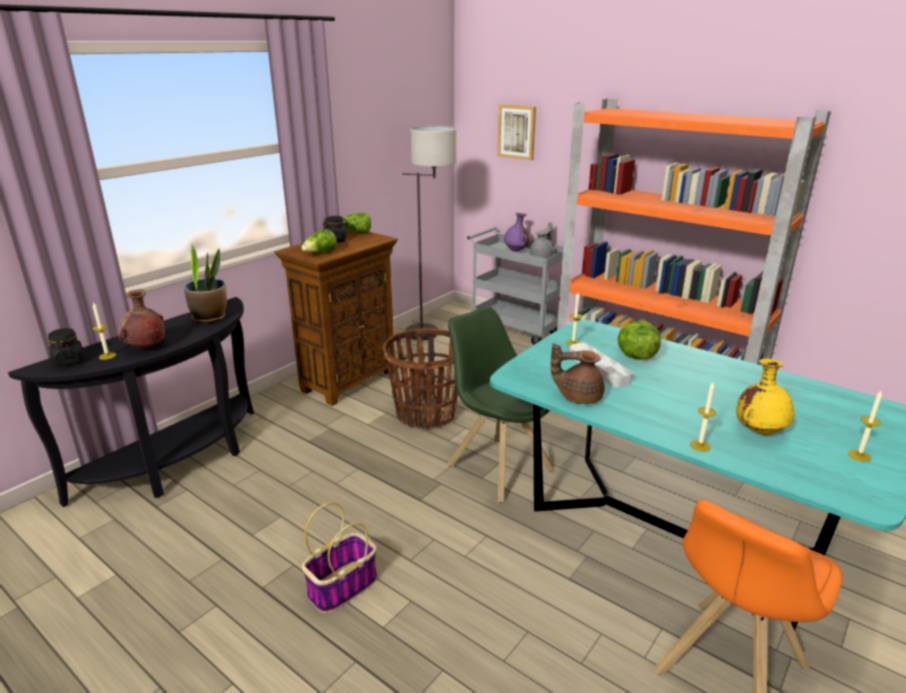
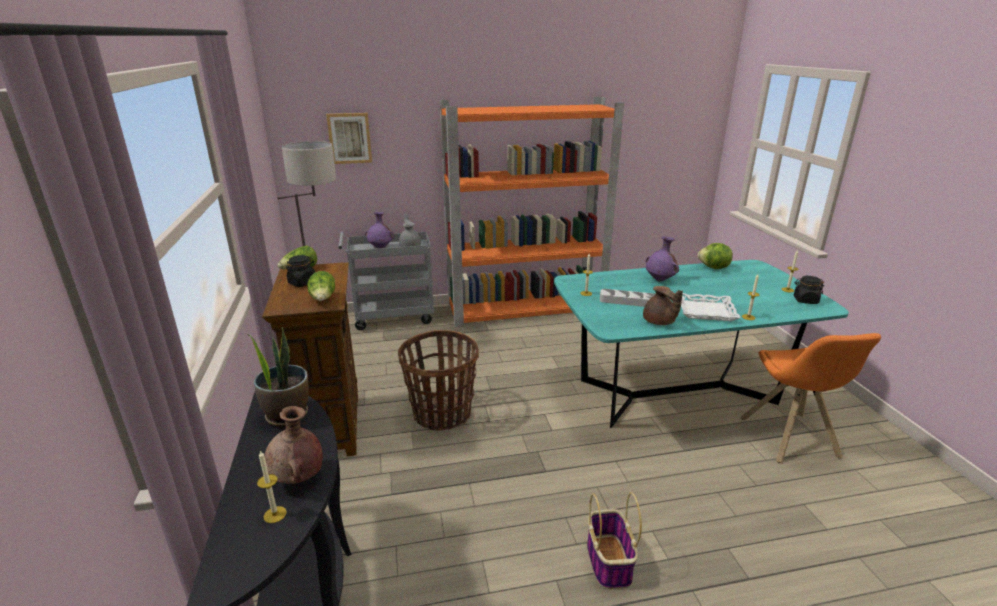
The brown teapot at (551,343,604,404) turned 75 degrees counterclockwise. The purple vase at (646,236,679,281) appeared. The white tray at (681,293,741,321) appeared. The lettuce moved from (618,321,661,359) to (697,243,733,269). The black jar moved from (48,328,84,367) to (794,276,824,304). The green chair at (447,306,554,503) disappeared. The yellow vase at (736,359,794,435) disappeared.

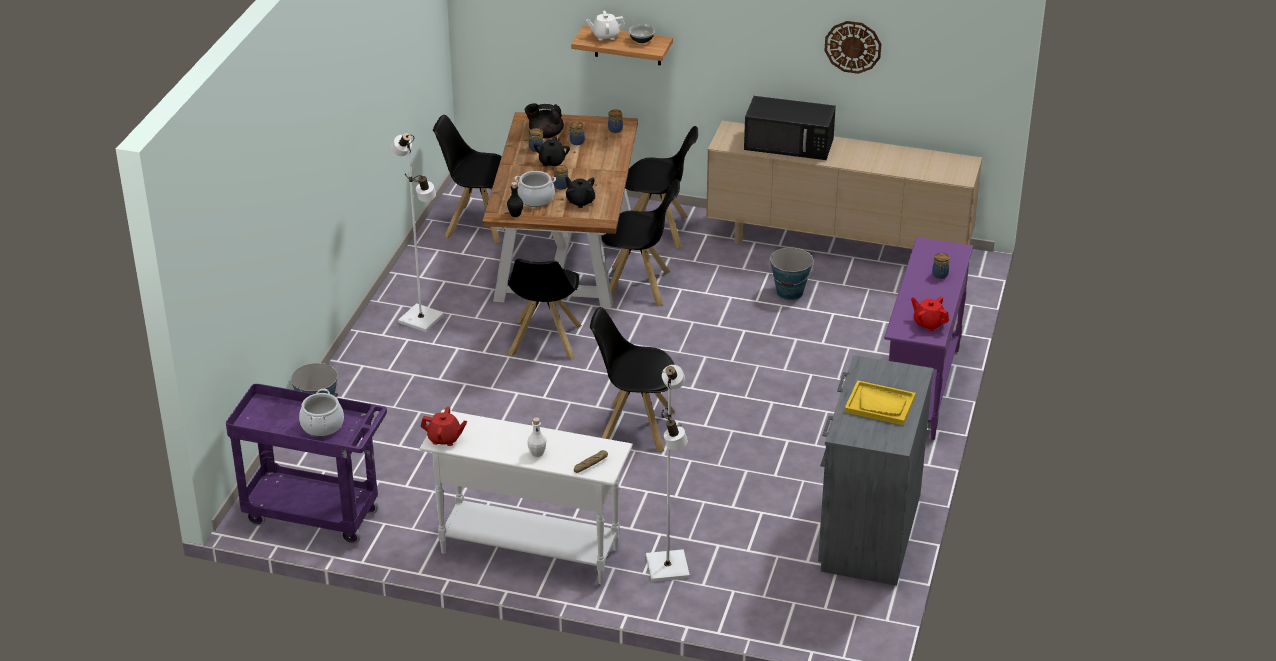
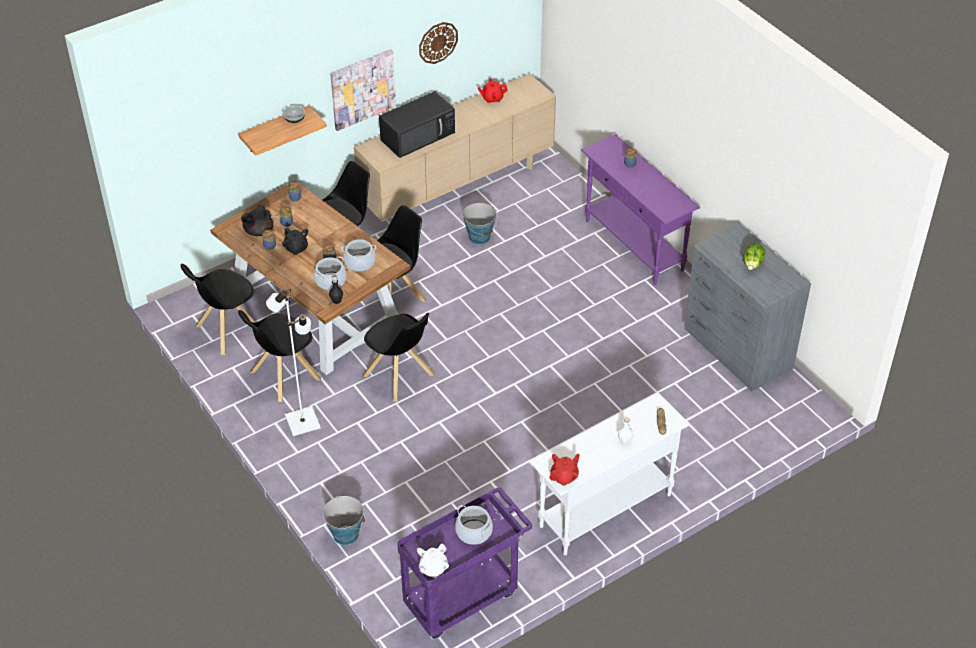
The black chair moved from (590,307,675,453) to (238,310,321,402). The picture at (330,49,396,131) appeared. The black teapot at (565,177,595,208) was replaced by the cooking pot at (341,239,376,272). The white teapot moved from (586,10,625,41) to (417,544,449,578). The red teapot moved from (911,297,949,331) to (478,78,508,103). The yellow tray at (845,380,916,425) was replaced by the lettuce at (743,243,765,270). The white floor lamp at (646,365,690,582) disappeared.

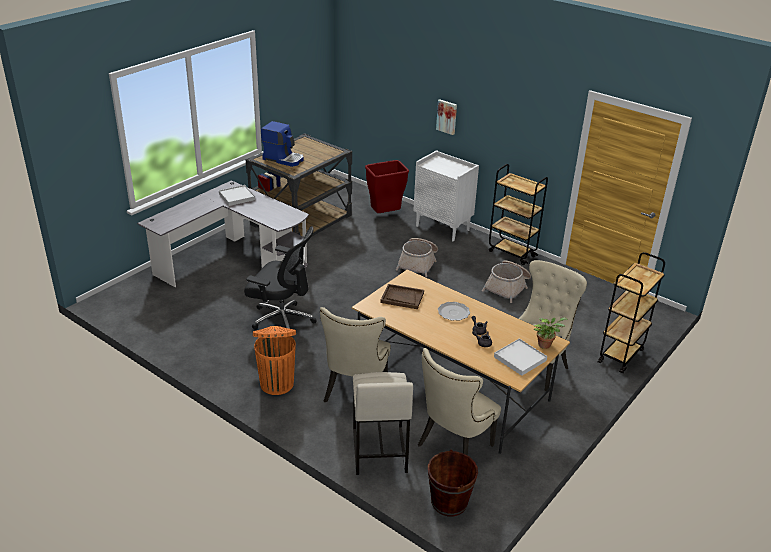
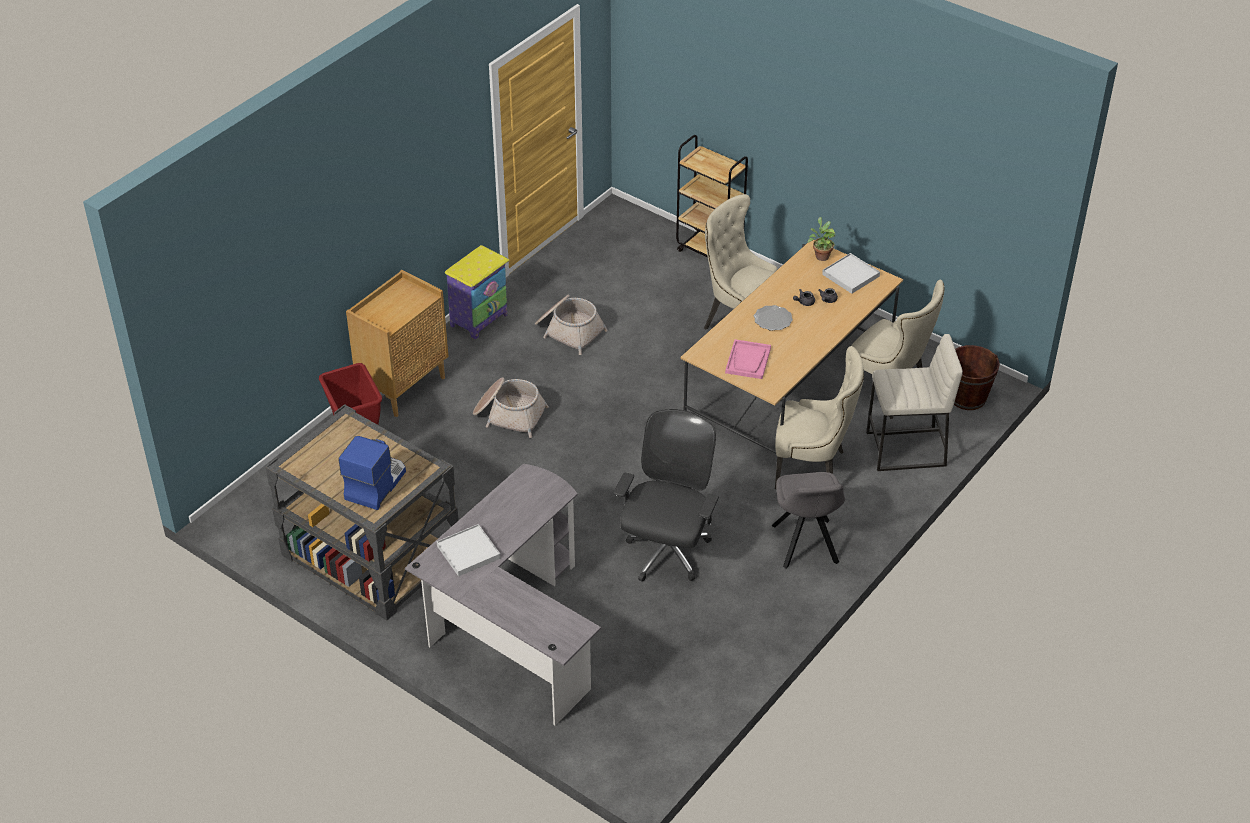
The white cabinet at (413,150,479,241) became the brown cabinet at (346,270,449,417). The brown cart at (489,164,548,265) was replaced by the nightstand at (445,245,509,339). The brown tray at (381,284,424,309) became the pink tray at (725,339,771,379). The orange trash can at (253,326,296,395) was replaced by the grey chair at (772,472,845,569). The picture at (436,99,457,135) disappeared.

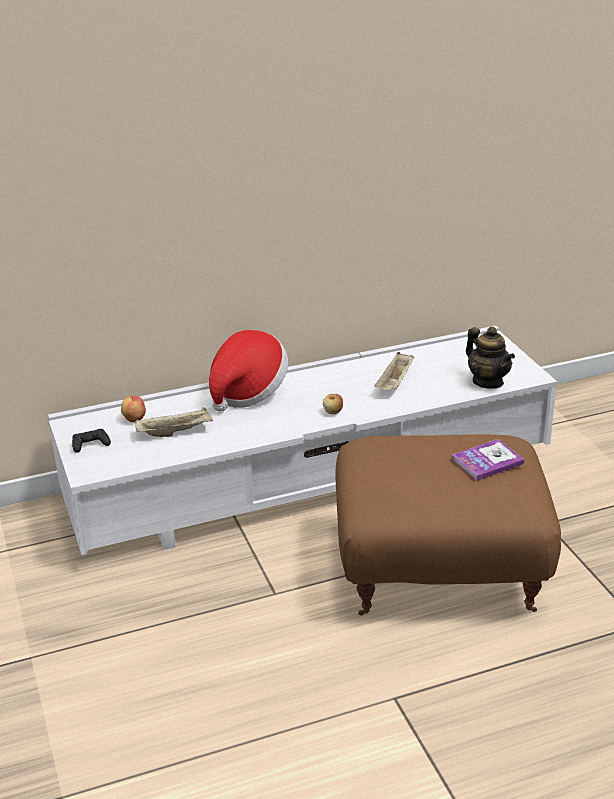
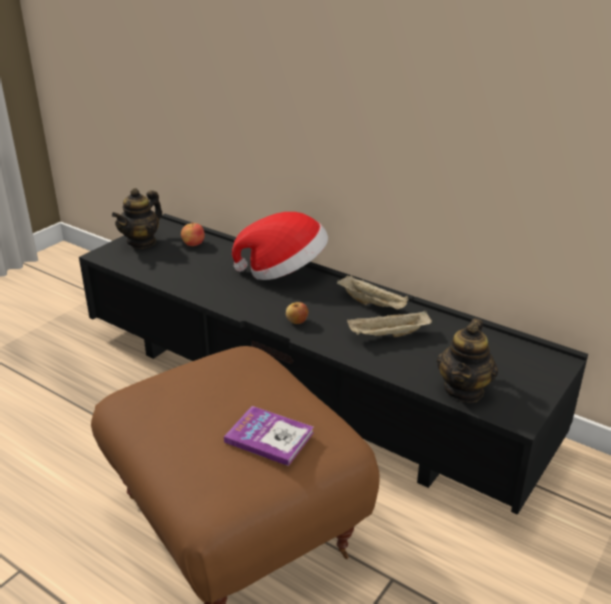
The white tv stand at (48,326,557,555) became the black tv stand at (79,214,588,515). The black game controller at (72,429,111,453) was replaced by the teapot at (112,188,162,249). The beige tray moved from (135,407,213,437) to (337,275,409,310).

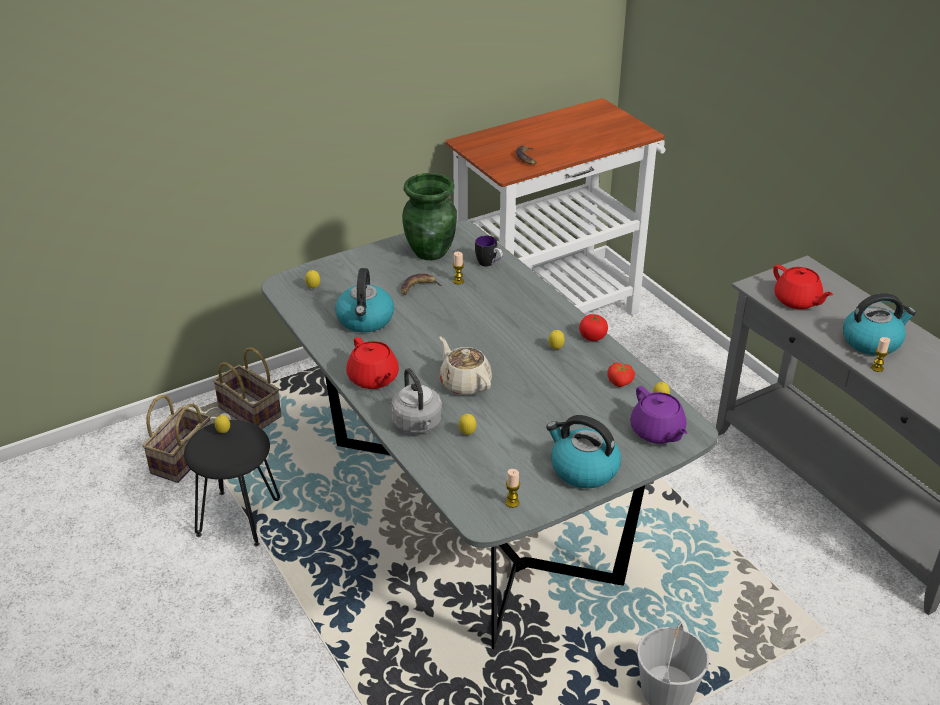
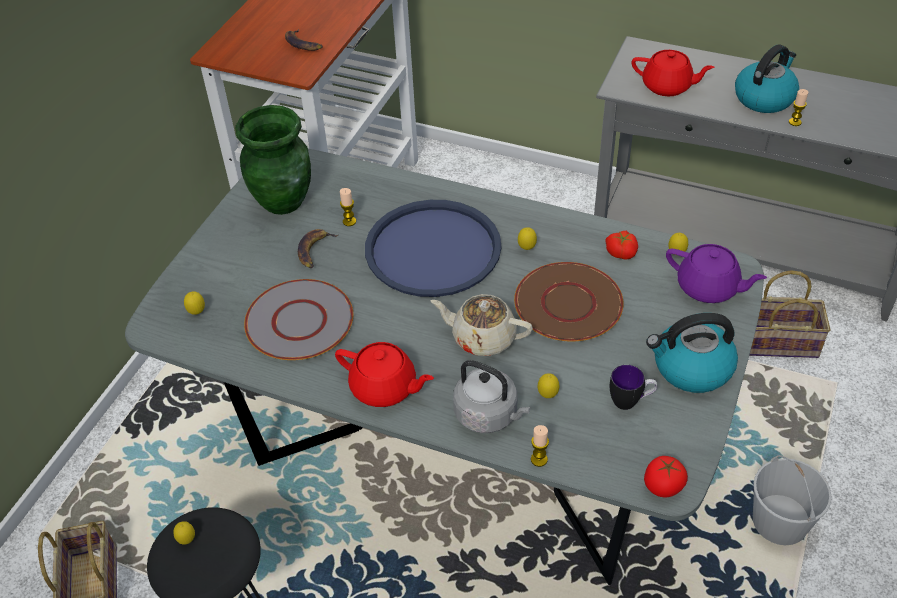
The kettle at (335,268,394,333) was replaced by the grey plate at (244,279,353,360). The blue tray at (365,200,501,297) appeared. The brown plate at (514,262,624,342) appeared. The candle moved from (505,469,520,508) to (531,425,549,467). The mug moved from (475,235,503,267) to (610,365,658,410). The tomato moved from (579,314,608,341) to (644,456,688,497). The basket moved from (213,347,282,429) to (749,270,830,358).

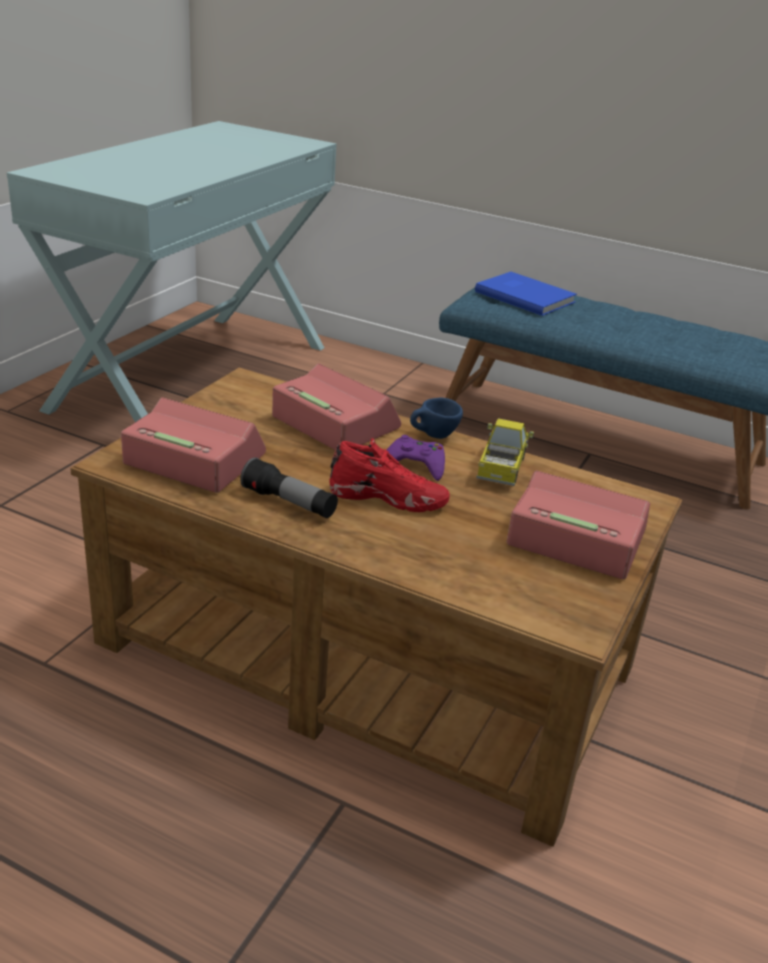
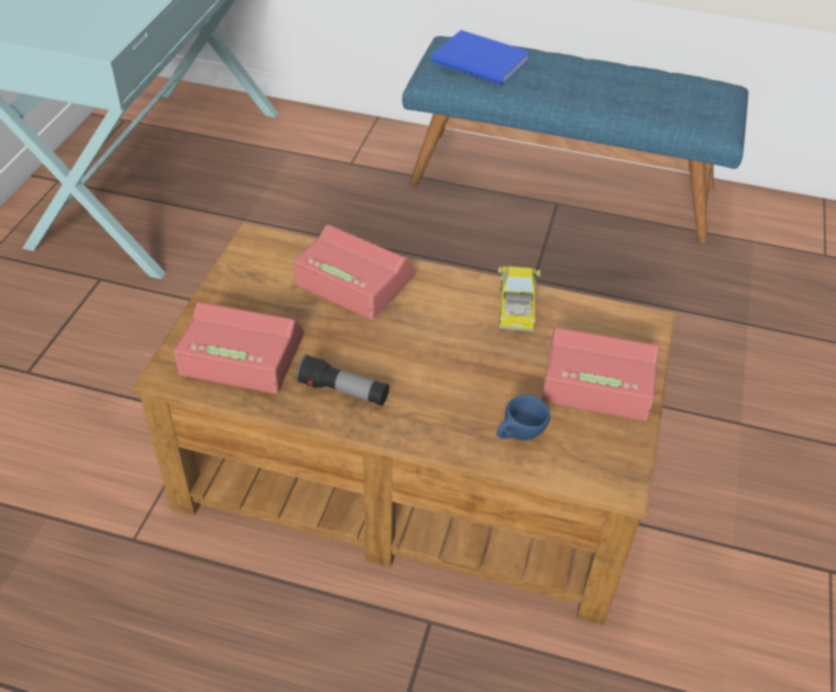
The blue cup moved from (410,398,463,439) to (497,395,550,440). The red shoe at (329,438,450,512) disappeared. The purple game controller at (387,435,445,481) disappeared.

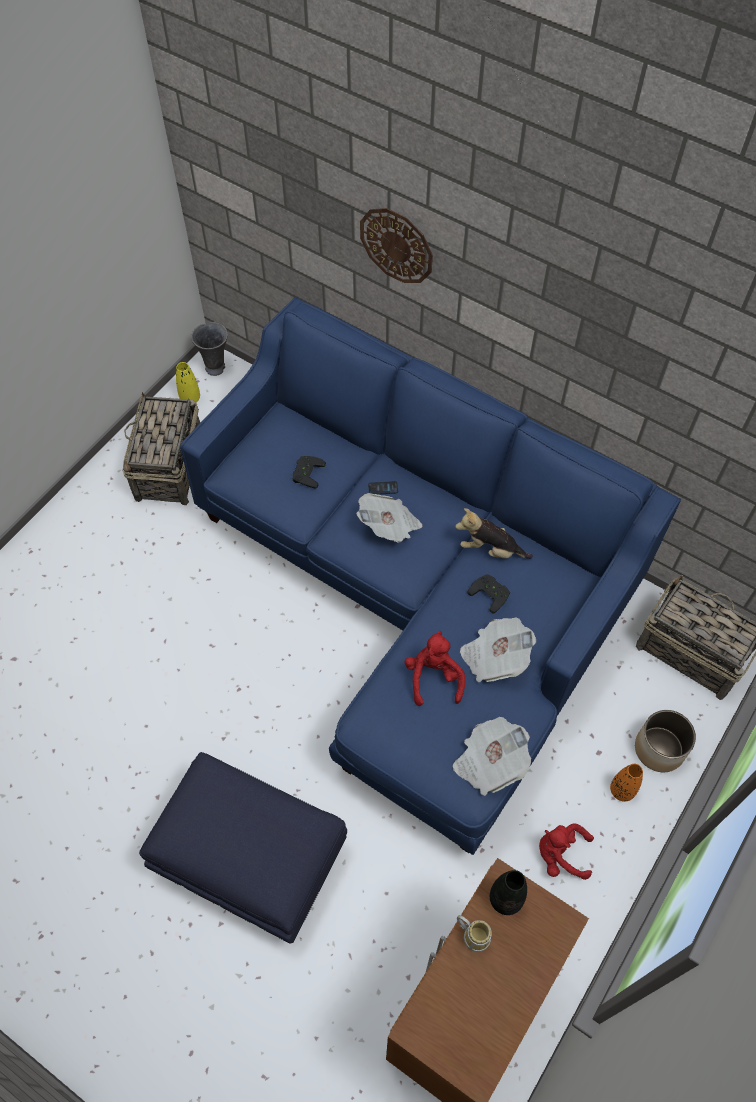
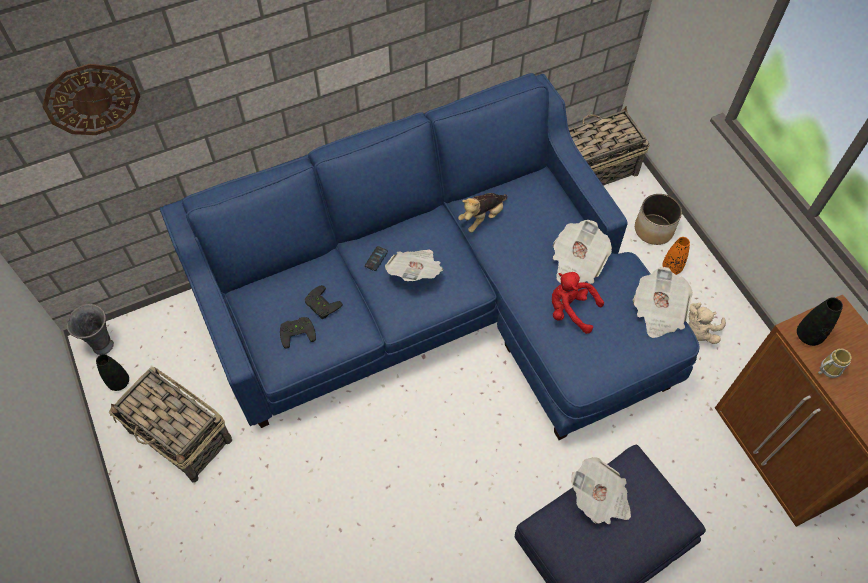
The wall clock moved from (360,208,433,283) to (43,64,140,135). The yellow vase at (176,362,200,402) became the black vase at (96,354,129,391). The black game controller moved from (468,574,510,614) to (280,317,316,349). The newspaper at (571,457,631,524) appeared. The red plush toy at (539,823,594,880) became the beige plush toy at (688,303,726,344).

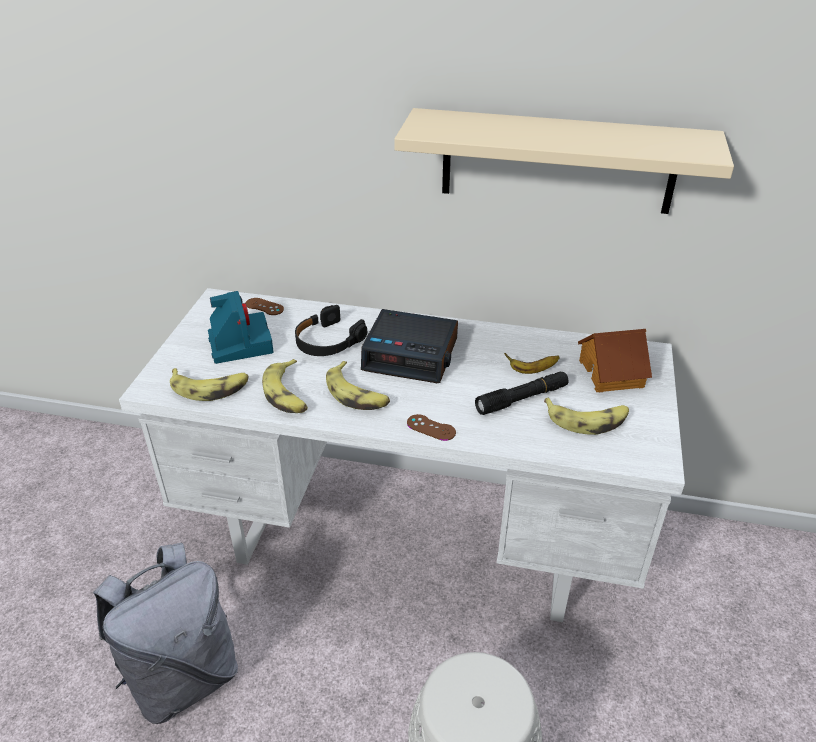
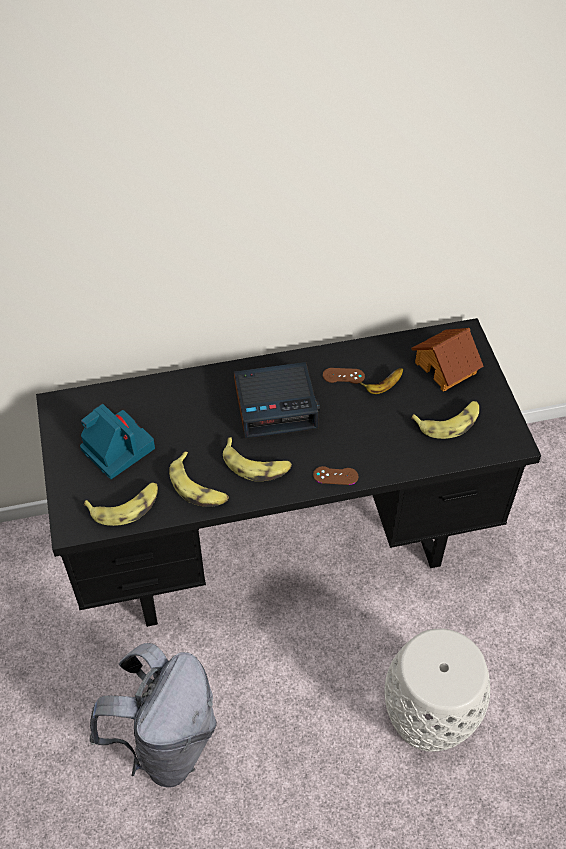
The white desk at (119,288,685,622) became the black desk at (36,318,541,627). The brown game controller moved from (246,298,284,315) to (323,368,365,384). The black headphones at (295,305,367,356) disappeared. The beige shelf at (394,108,734,214) disappeared. The black flashlight at (475,372,569,415) disappeared.

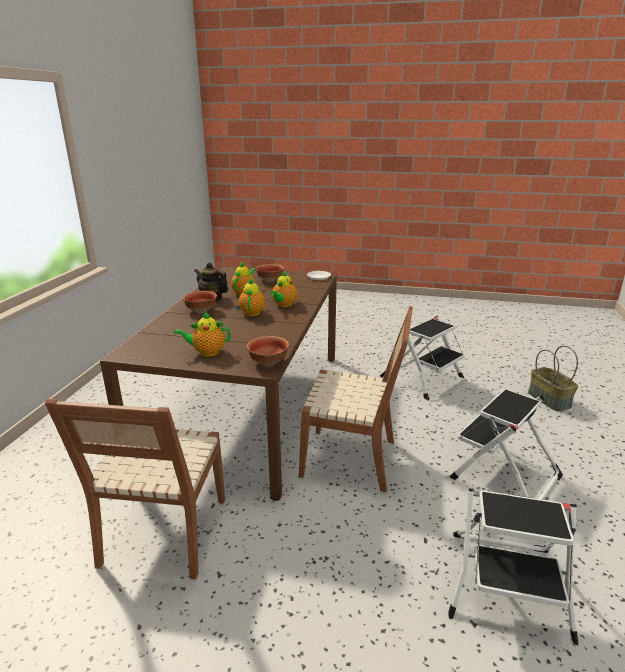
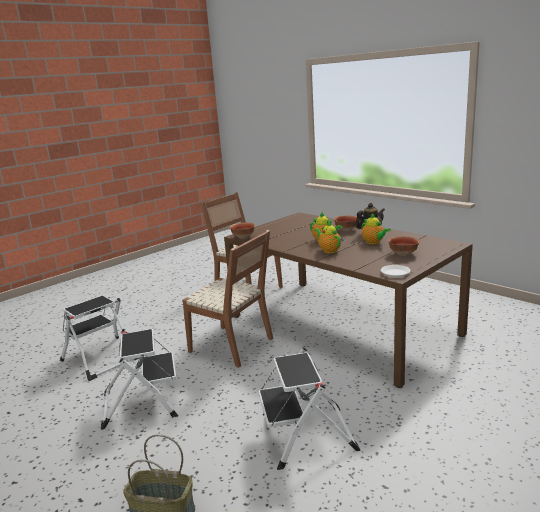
The chair at (299,306,413,492) turned 105 degrees counterclockwise. The teapot at (174,312,231,357) disappeared.

